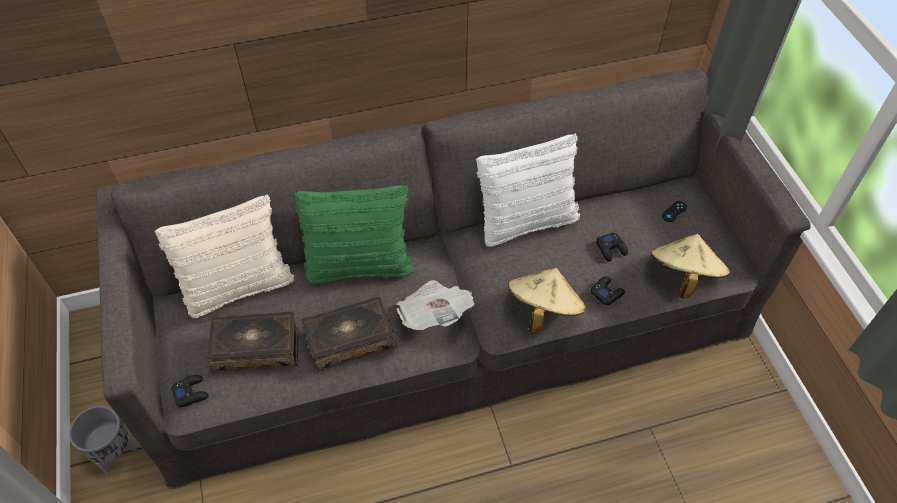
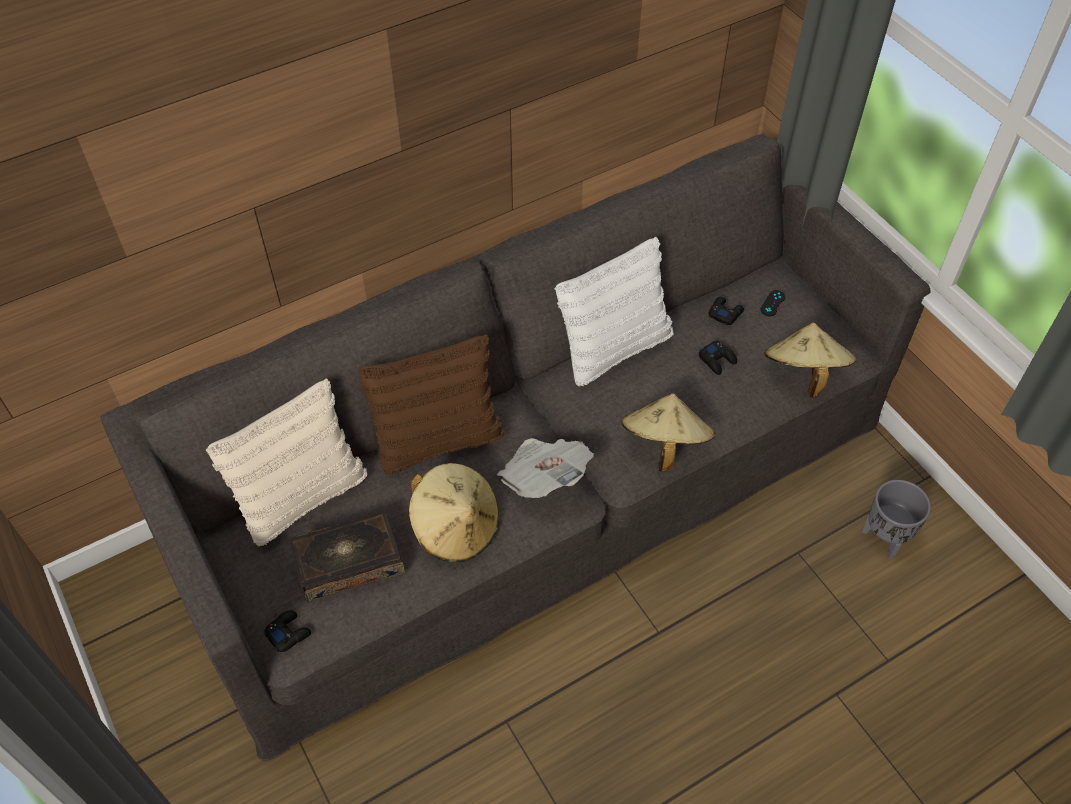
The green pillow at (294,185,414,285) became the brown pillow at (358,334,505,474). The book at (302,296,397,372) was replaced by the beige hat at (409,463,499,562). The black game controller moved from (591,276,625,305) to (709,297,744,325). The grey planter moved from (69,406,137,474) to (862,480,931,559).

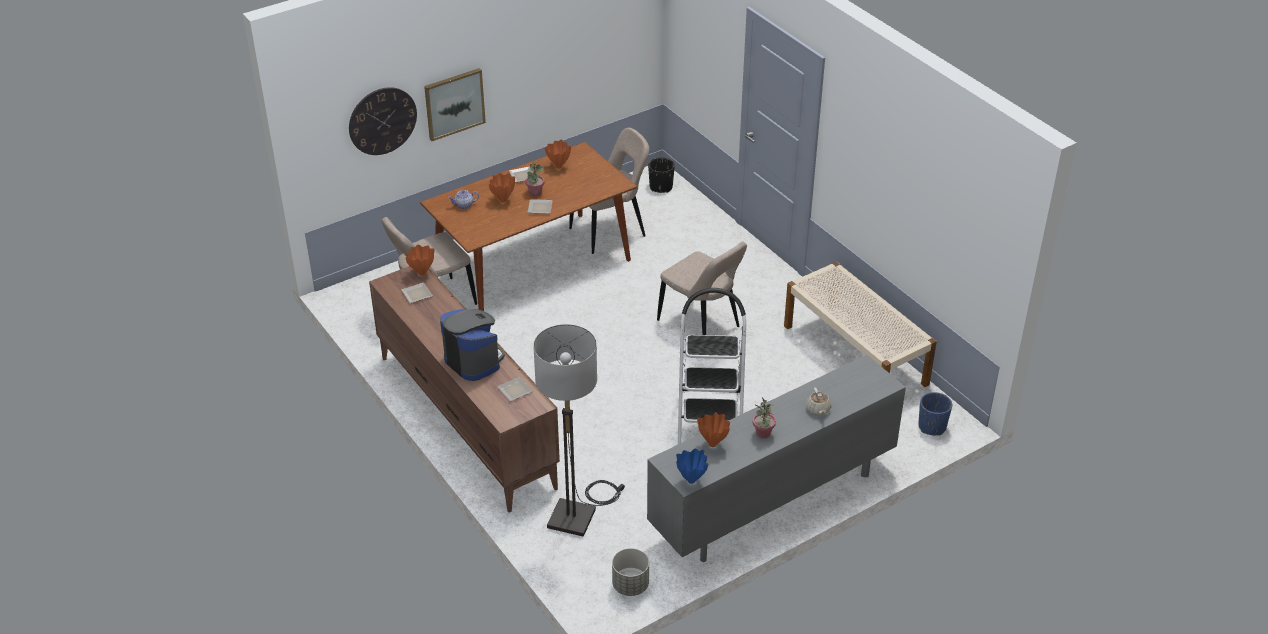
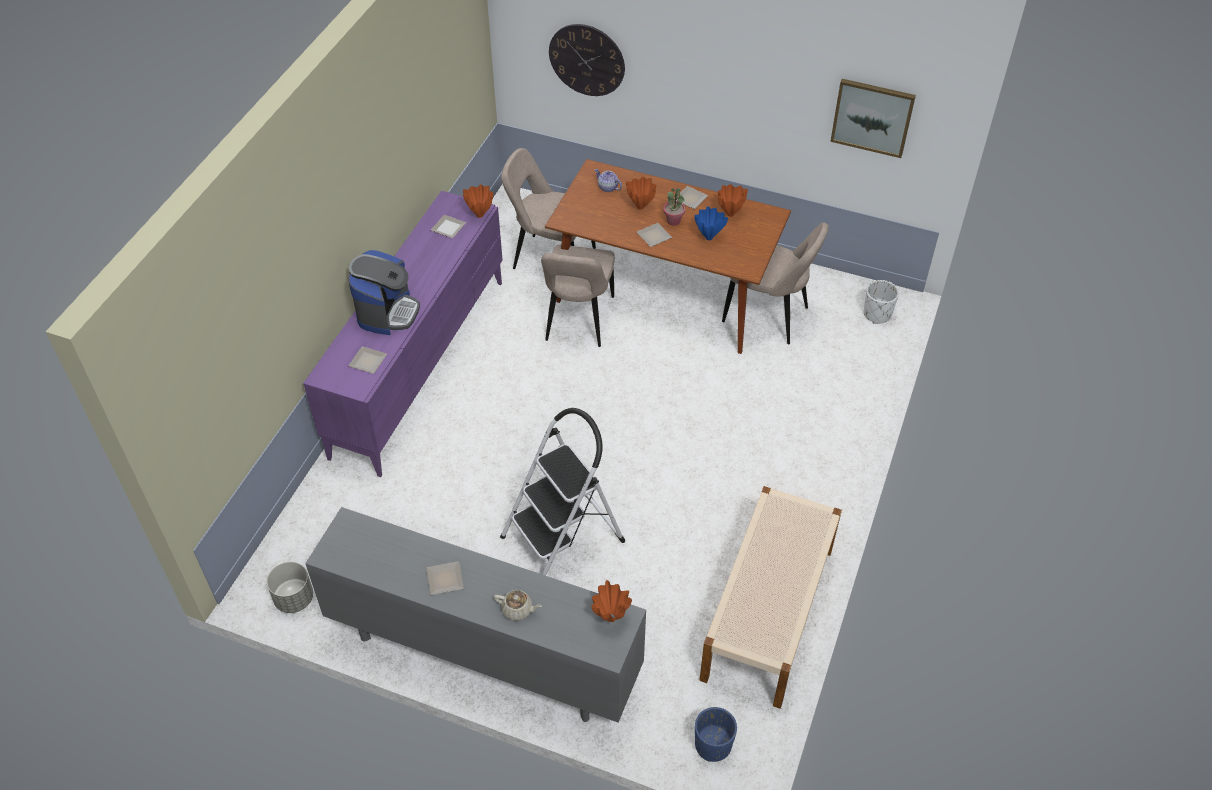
The brown cabinet at (369,266,560,512) became the purple cabinet at (303,191,503,477). The potted plant at (753,397,776,439) was replaced by the plate at (426,561,464,595). The beige teapot at (806,388,831,415) turned 120 degrees counterclockwise. The beige chair moved from (657,241,747,335) to (541,244,615,347). The orange vase moved from (697,412,730,447) to (591,580,632,622). The blue vase moved from (676,449,708,484) to (694,206,728,240). The picture moved from (424,68,486,141) to (830,79,916,158). The black planter at (648,157,675,193) became the white planter at (864,280,899,324). The floor lamp at (533,324,625,537) disappeared.

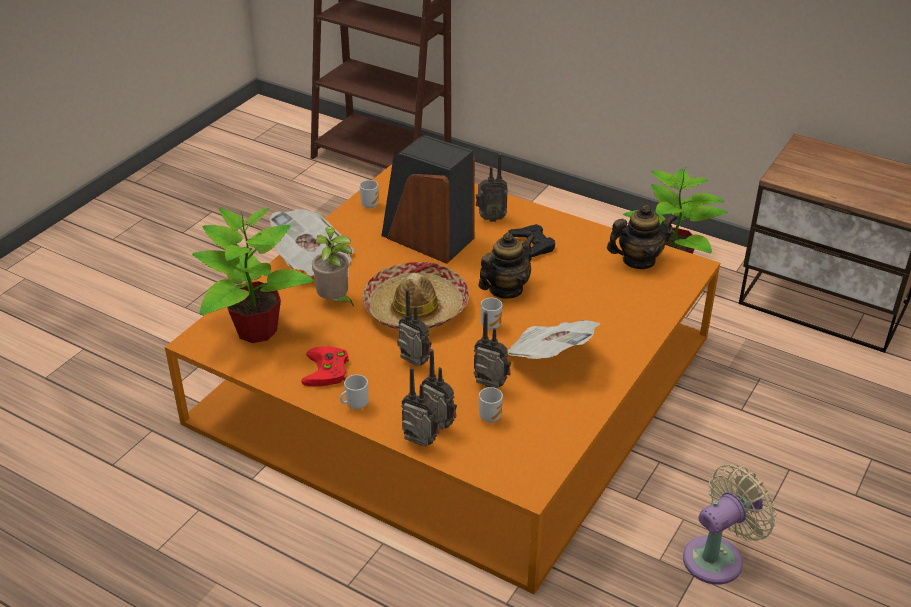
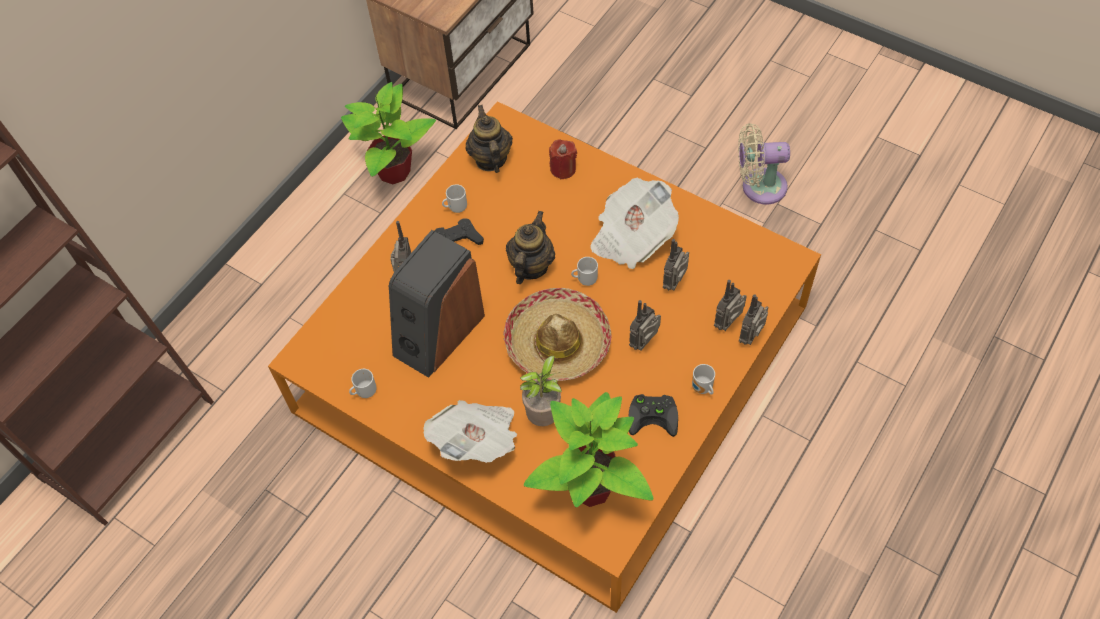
The mug moved from (479,387,503,423) to (442,184,467,213). The teapot at (478,232,535,299) turned 60 degrees clockwise. The red candle at (549,139,577,180) appeared. The red game controller at (301,346,349,386) became the black game controller at (629,394,678,437). The beige fan at (683,464,777,584) turned 60 degrees counterclockwise.

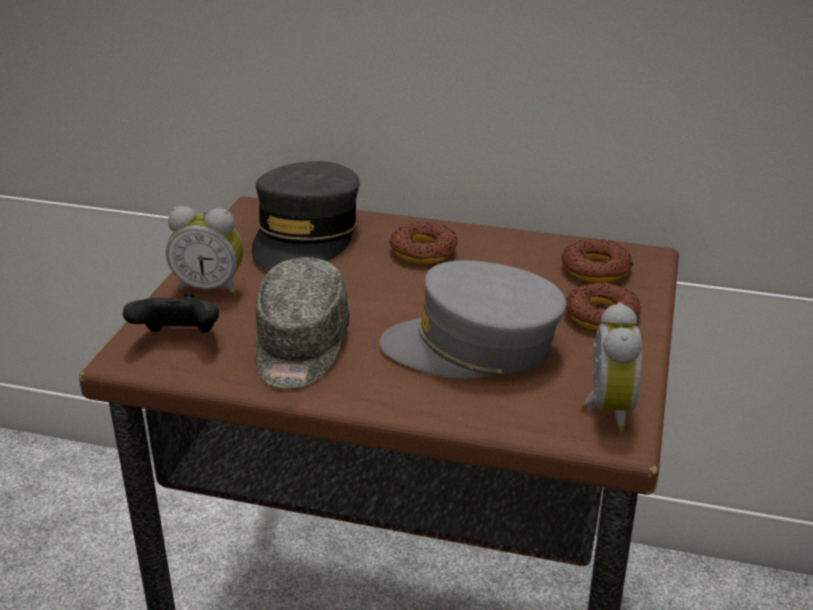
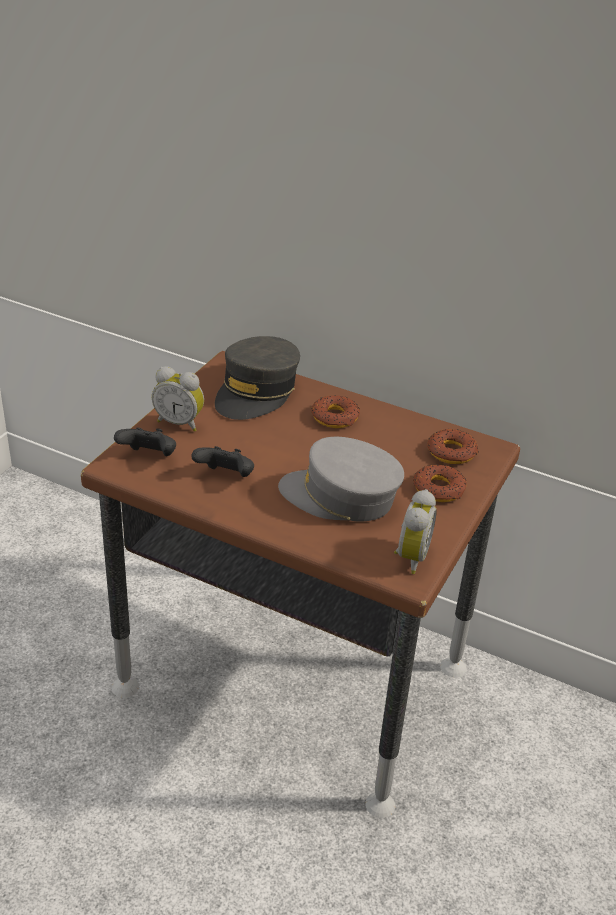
The grey cap at (255,257,350,389) was replaced by the black game controller at (191,446,254,477).

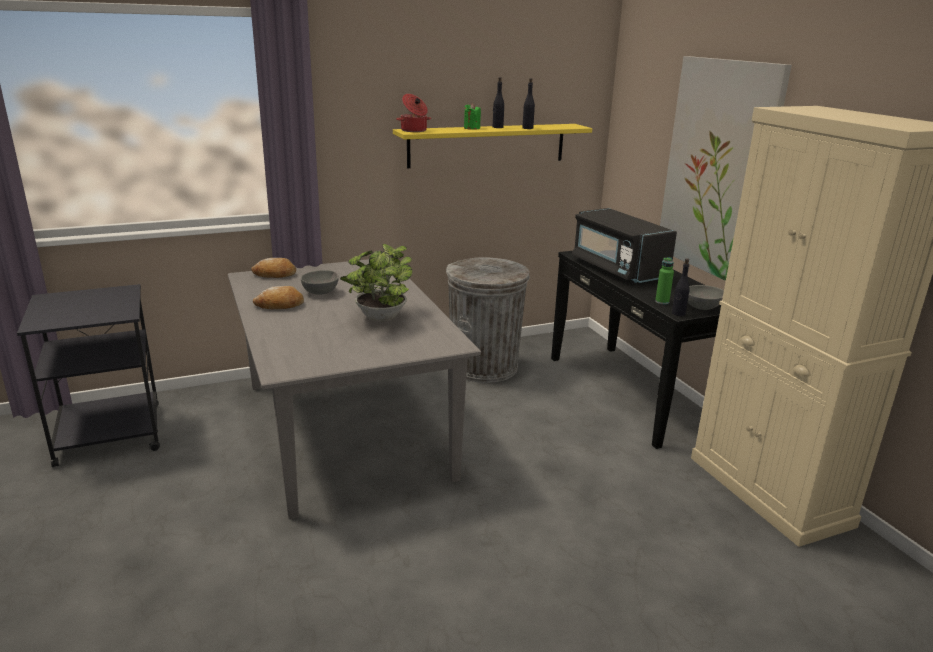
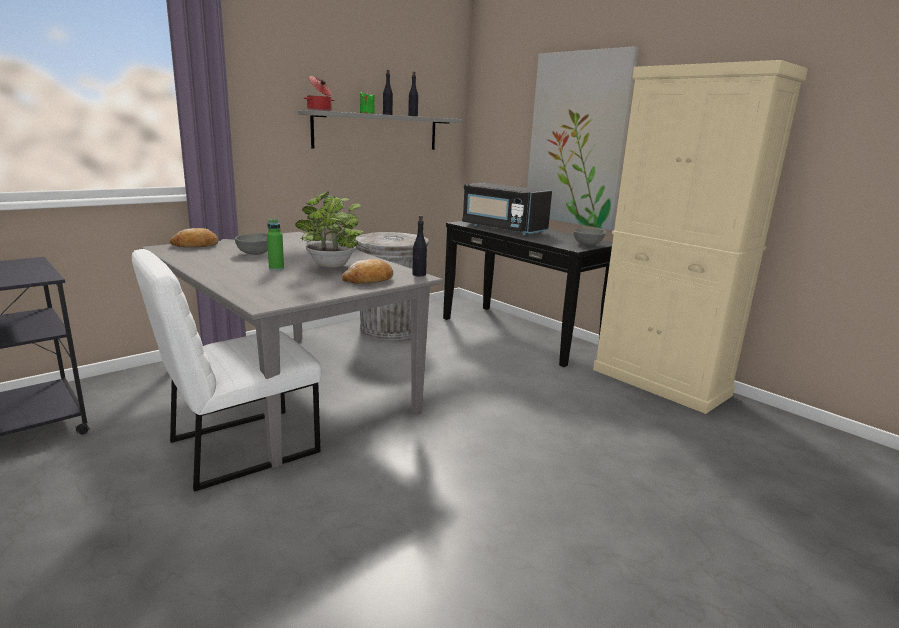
The white chair at (132,249,322,492) appeared. The green bottle moved from (655,257,674,304) to (267,219,284,271). The yellow shelf at (393,124,592,168) became the grey shelf at (298,110,462,150). The bread moved from (253,286,304,309) to (341,259,393,284). The black bottle moved from (672,258,690,316) to (412,216,427,276).

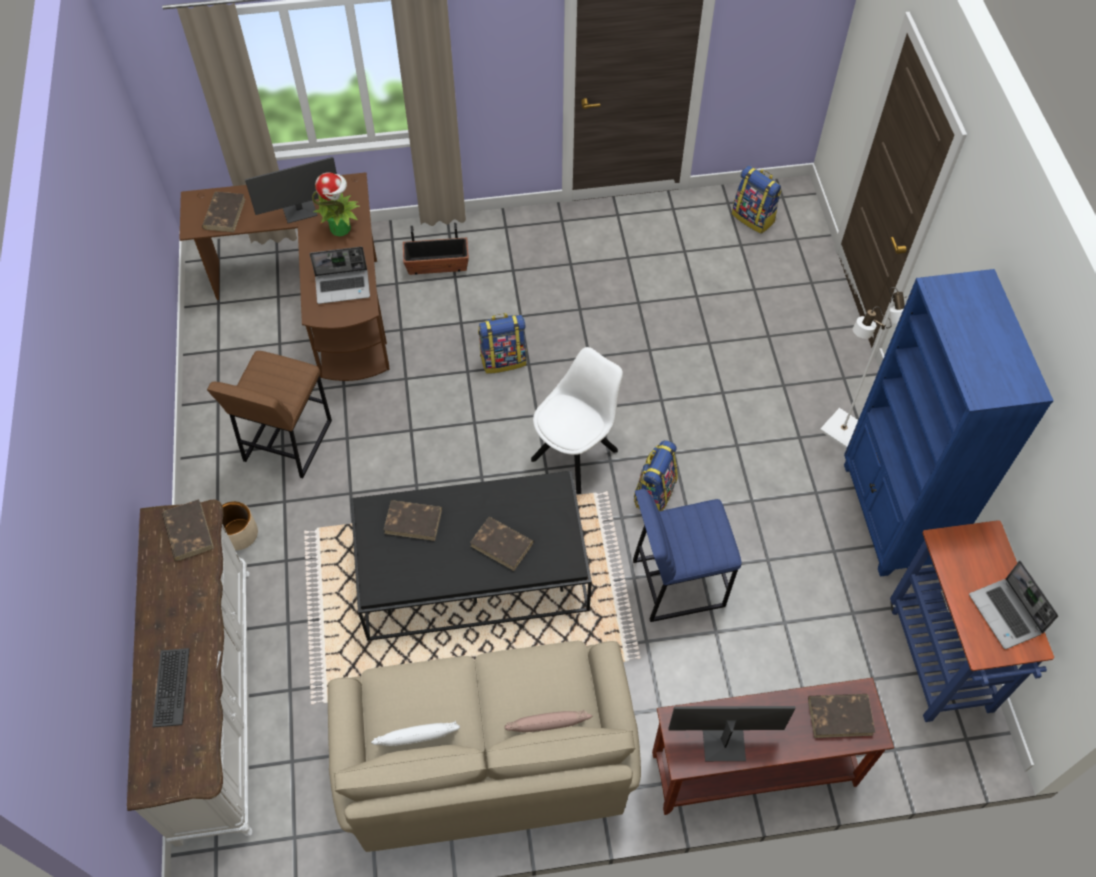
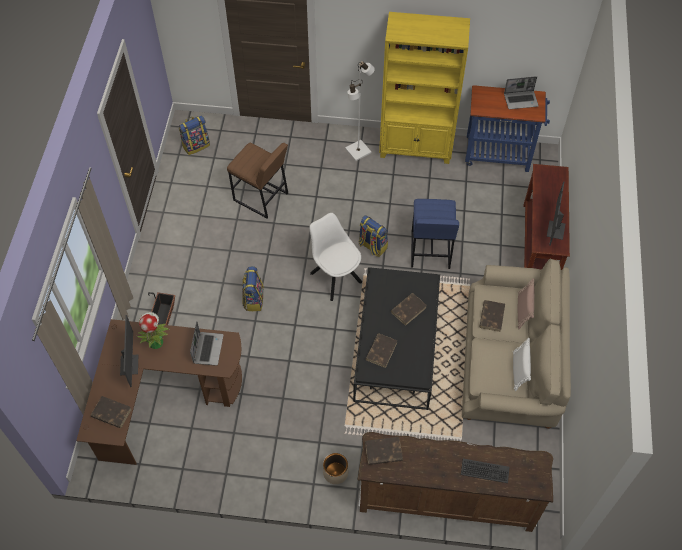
The brown chair moved from (207,351,332,478) to (227,143,288,218). The blue bookcase at (844,269,1054,577) became the yellow bookcase at (379,12,470,164). The brown book moved from (808,694,875,738) to (479,300,505,332).

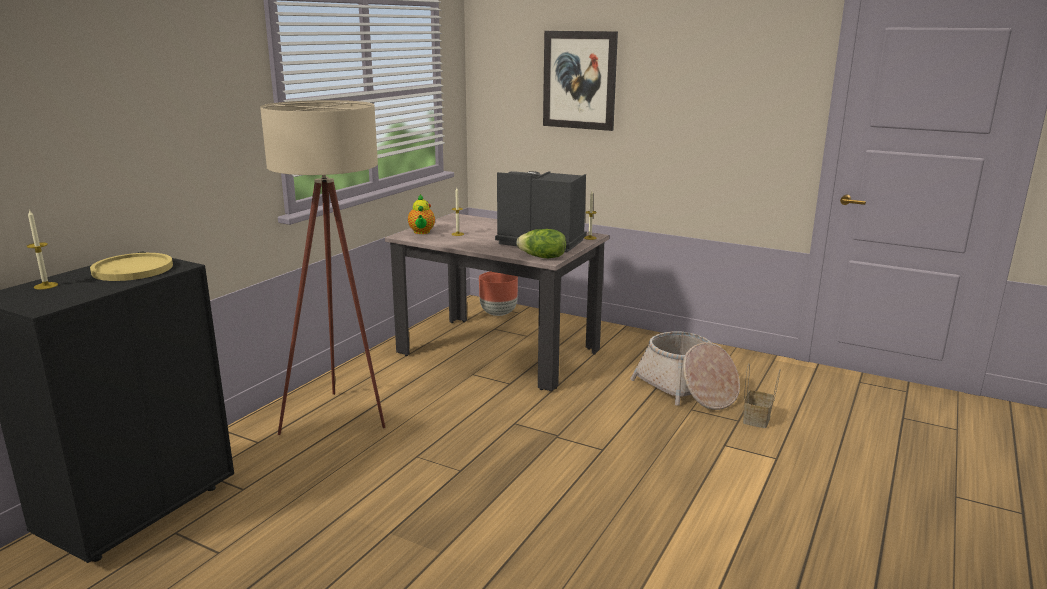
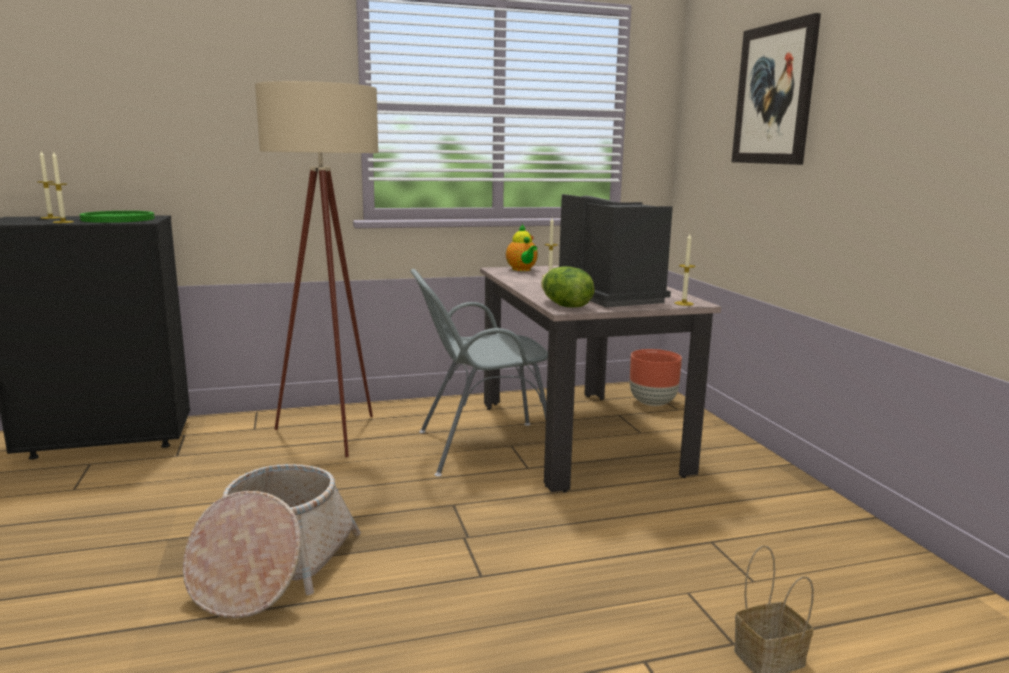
The candle at (49,152,74,223) appeared. The yellow plate at (90,253,173,281) became the green plate at (80,211,155,223). The basket moved from (630,331,740,410) to (183,464,361,618). The grey chair at (410,269,548,477) appeared. The teapot at (408,194,435,234) turned 60 degrees counterclockwise.

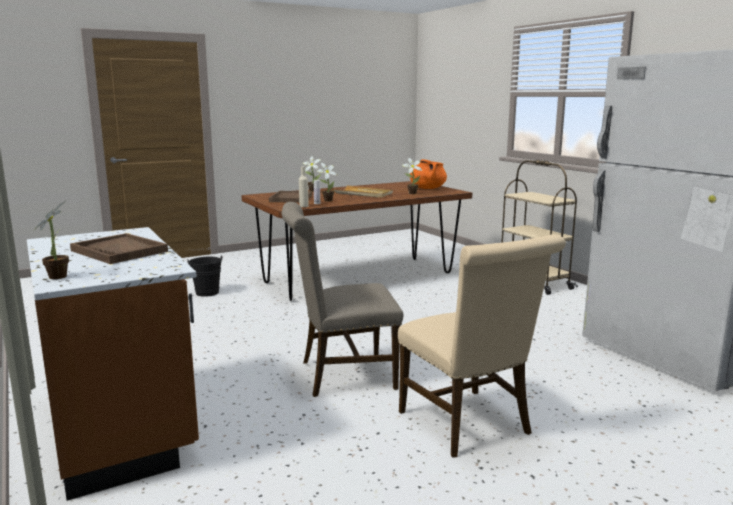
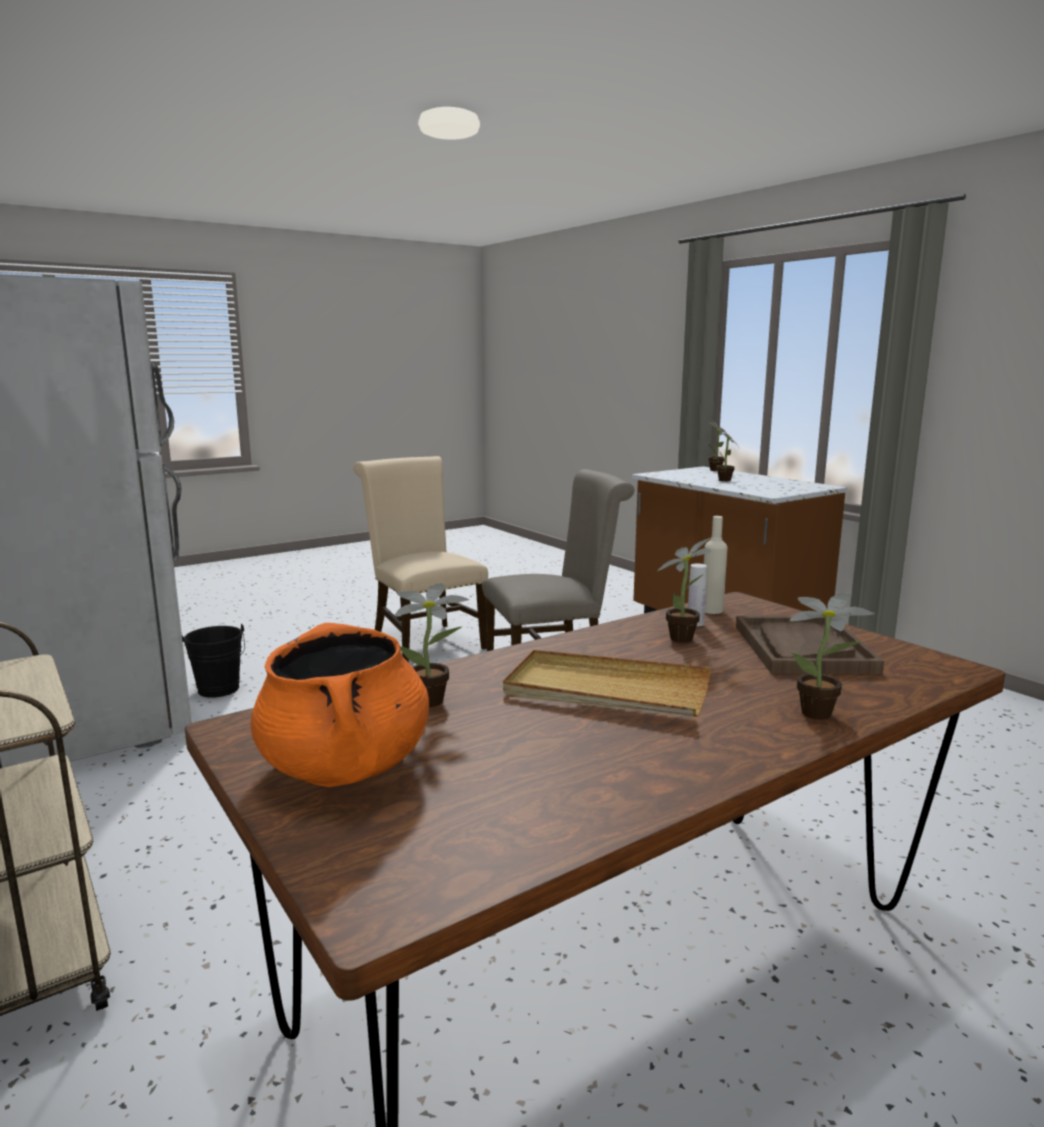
The black bucket moved from (187,256,222,297) to (182,624,245,698). The brown tray at (70,233,168,264) was replaced by the potted plant at (717,427,736,482).

